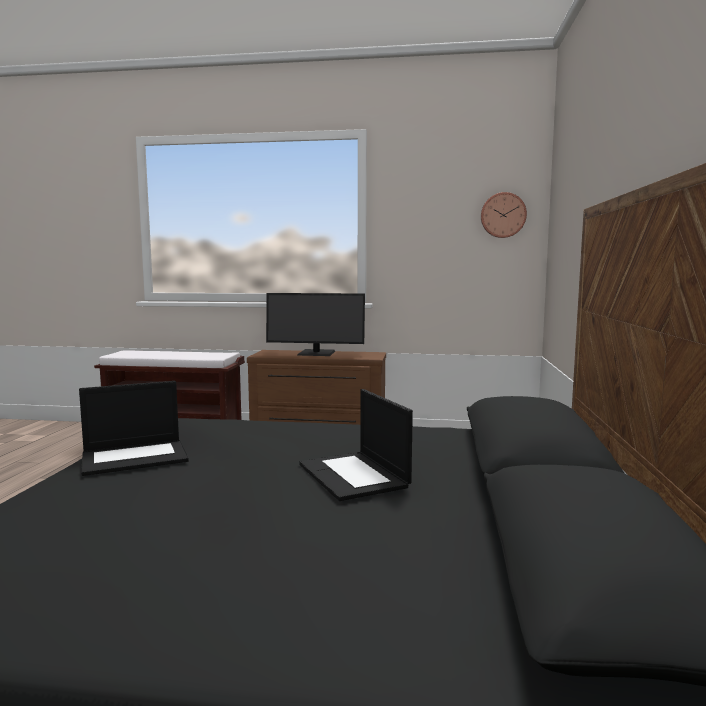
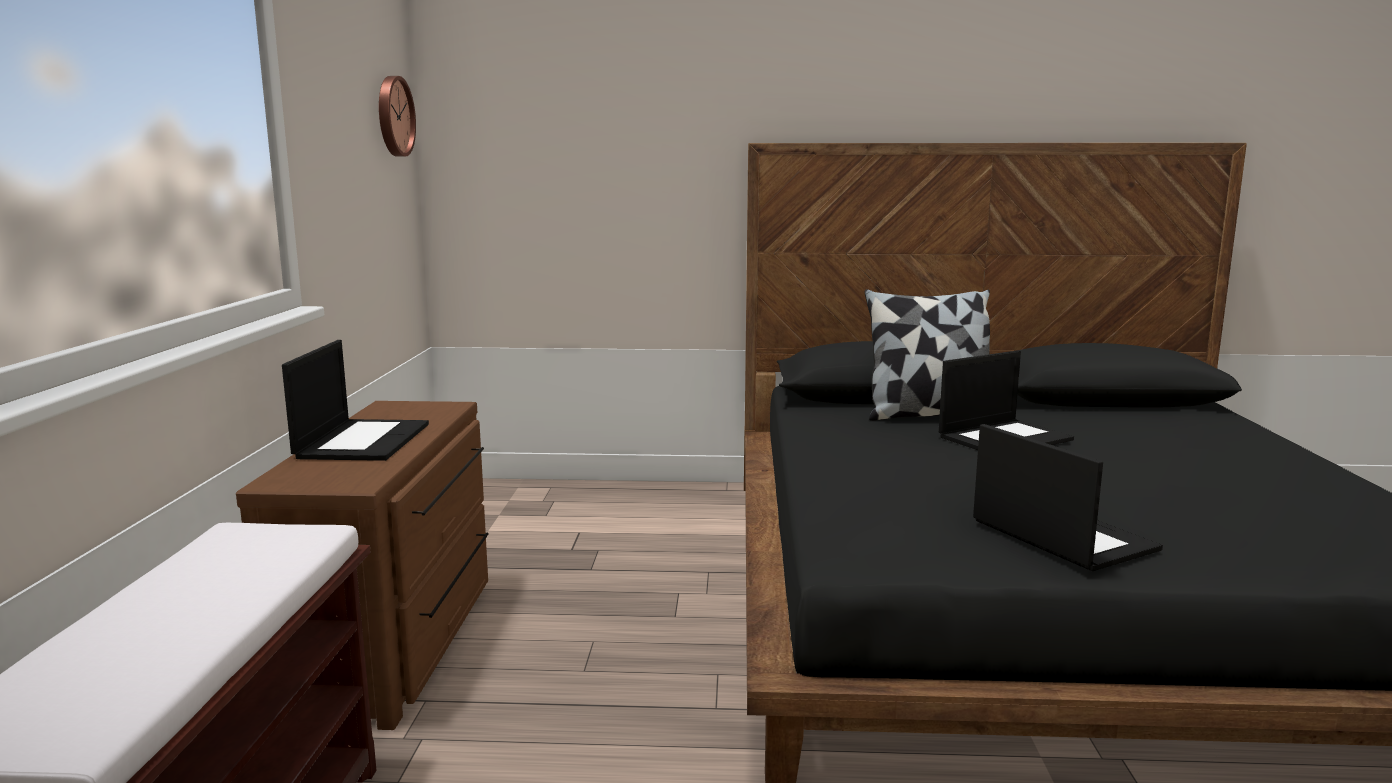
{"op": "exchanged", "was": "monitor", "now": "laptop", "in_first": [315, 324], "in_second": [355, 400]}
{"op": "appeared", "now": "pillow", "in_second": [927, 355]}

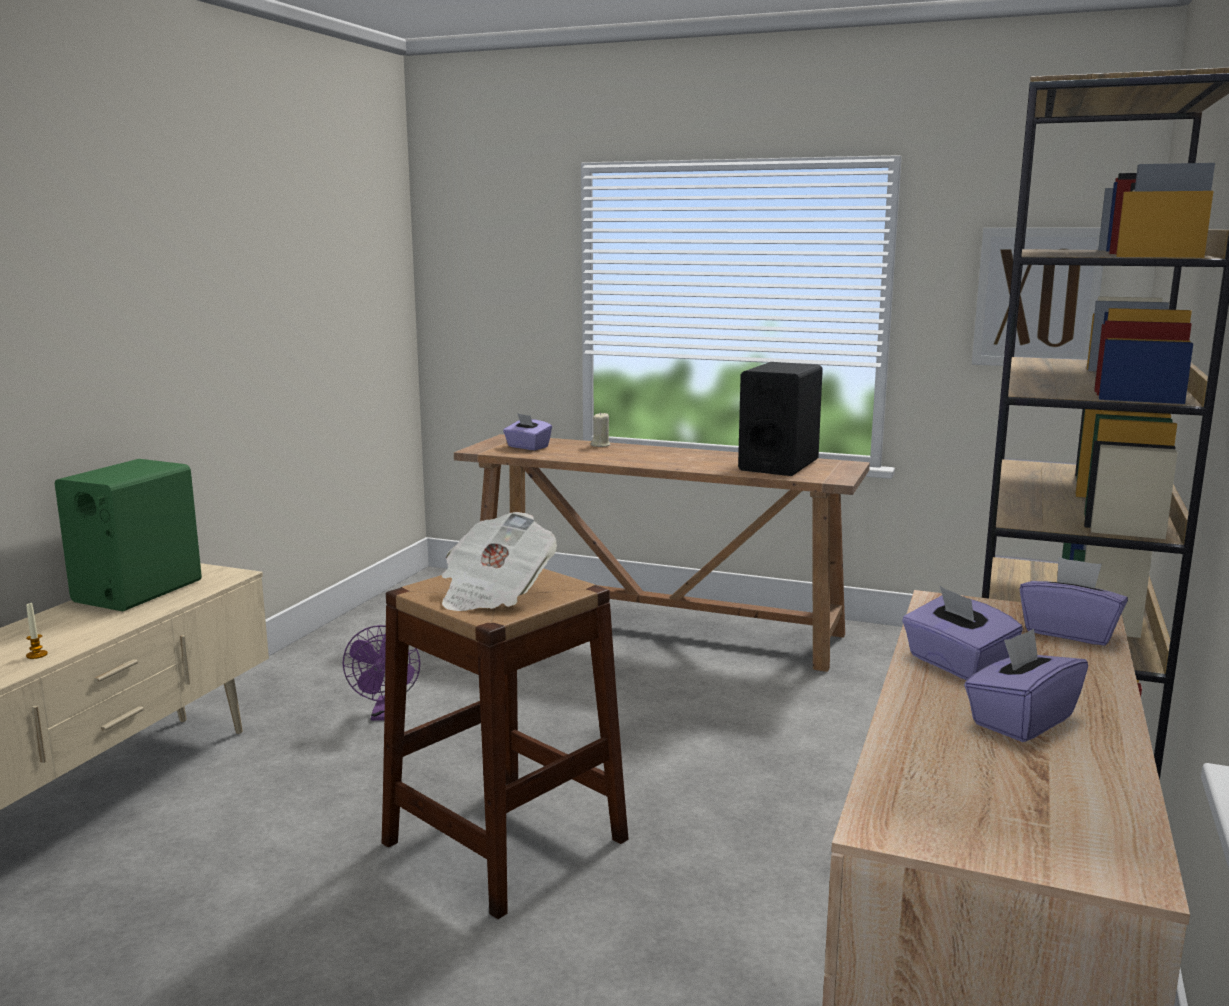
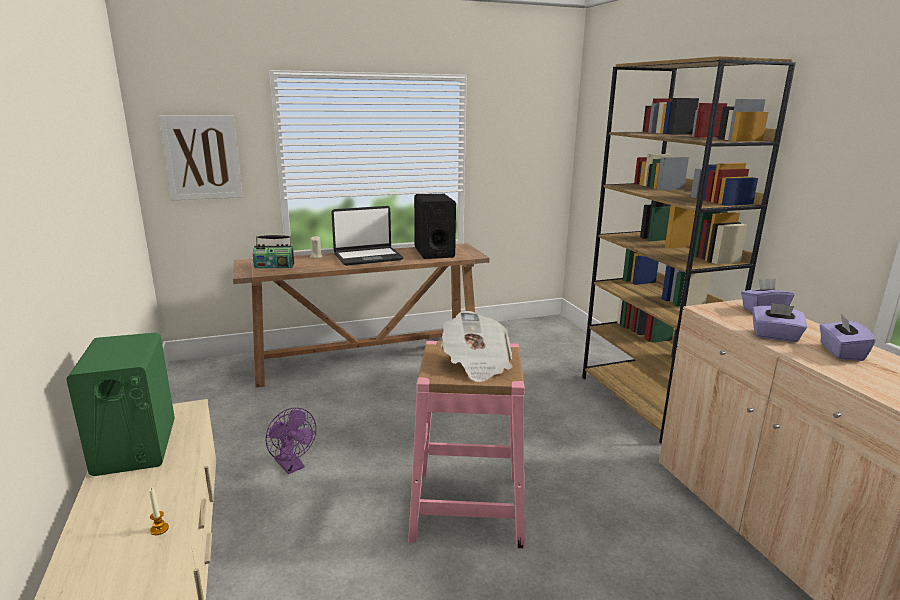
{"op": "relocated", "was": "picture", "in_first": [1037, 296], "in_second": [201, 157]}
{"op": "exchanged", "was": "tissue box in purple", "now": "radio", "in_first": [527, 431], "in_second": [273, 251]}
{"op": "appeared", "now": "laptop", "in_second": [367, 236]}
{"op": "colour", "was": "stool in brown", "now": "stool in pink", "in_first": [505, 743], "in_second": [466, 444]}

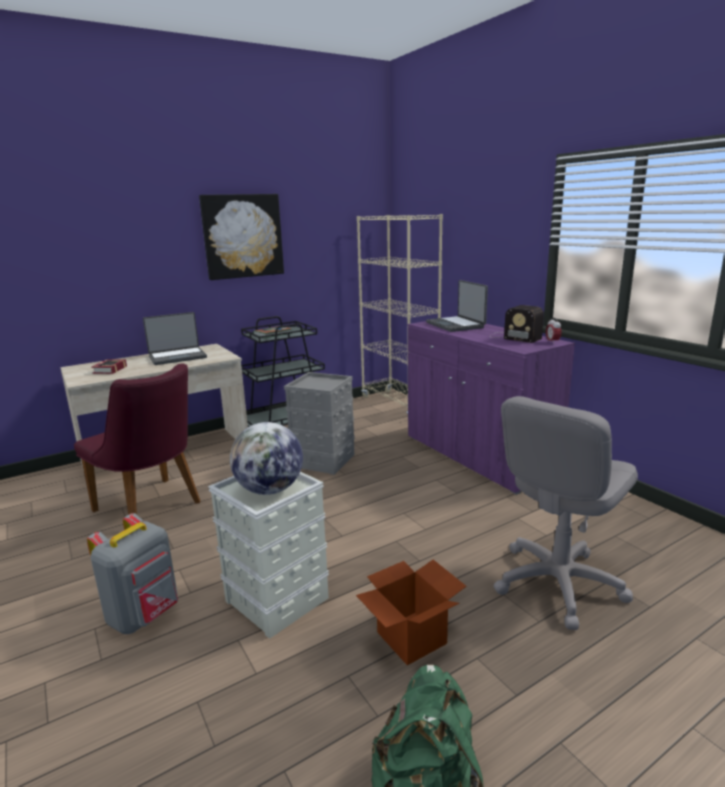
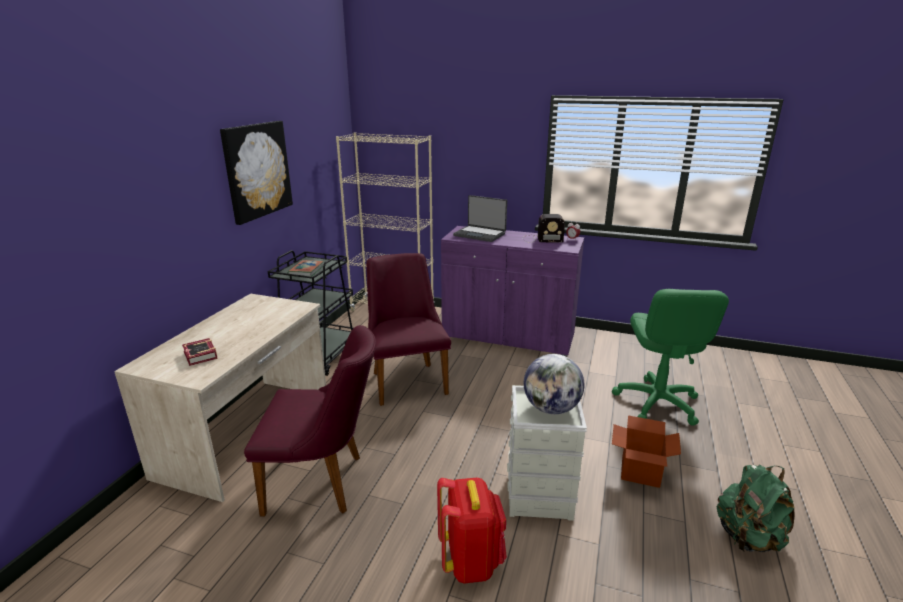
{"op": "exchanged", "was": "storage box in grey", "now": "chair in purple", "in_first": [319, 423], "in_second": [408, 329]}
{"op": "colour", "was": "backpack in grey", "now": "backpack in red", "in_first": [132, 573], "in_second": [472, 531]}
{"op": "colour", "was": "office chair in grey", "now": "office chair in green", "in_first": [566, 513], "in_second": [670, 357]}
{"op": "missing", "was": "laptop", "in_first": [175, 338]}

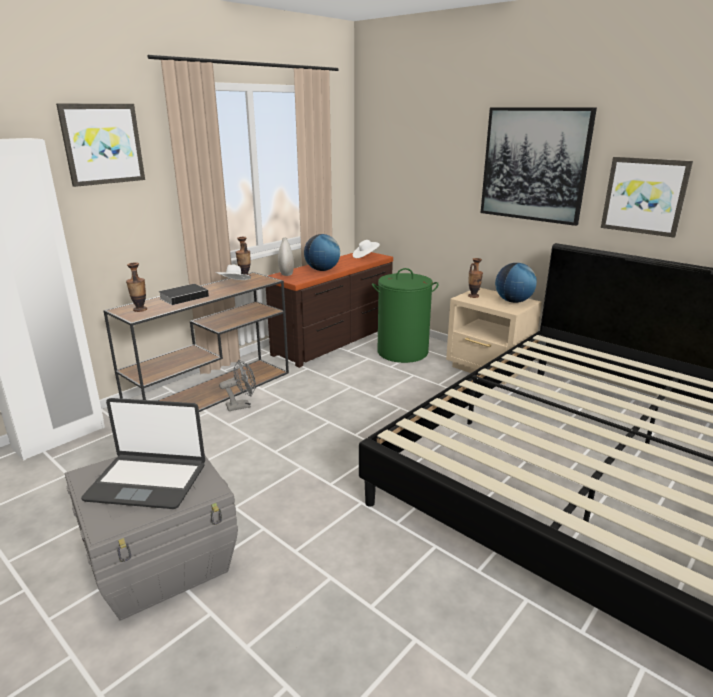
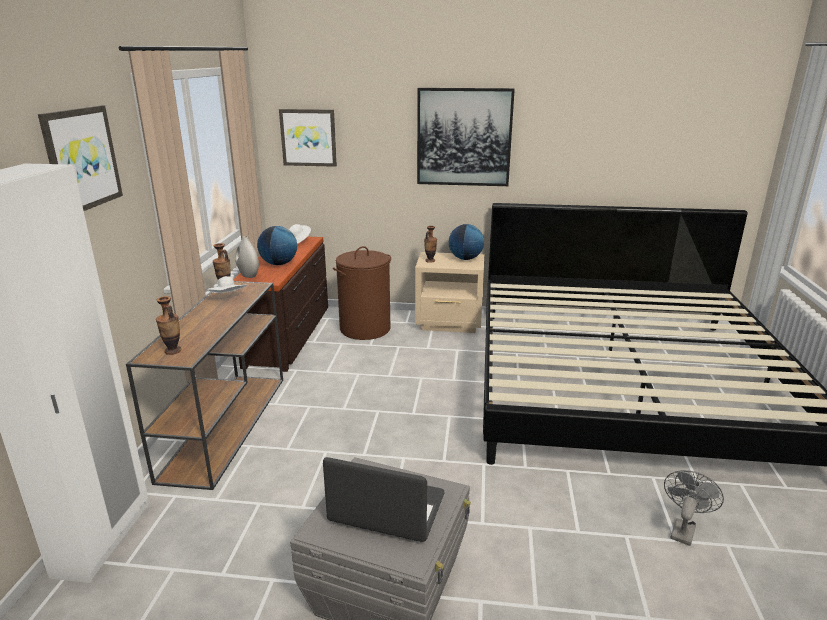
{"op": "relocated", "was": "picture", "in_first": [647, 197], "in_second": [308, 138]}
{"op": "spun", "was": "laptop", "in_first": [143, 453], "in_second": [384, 499], "clockwise": -135}
{"op": "colour", "was": "laundry basket in green", "now": "laundry basket in brown", "in_first": [405, 315], "in_second": [362, 293]}
{"op": "relocated", "was": "fan in grey", "in_first": [237, 385], "in_second": [694, 508]}
{"op": "missing", "was": "book", "in_first": [184, 294]}

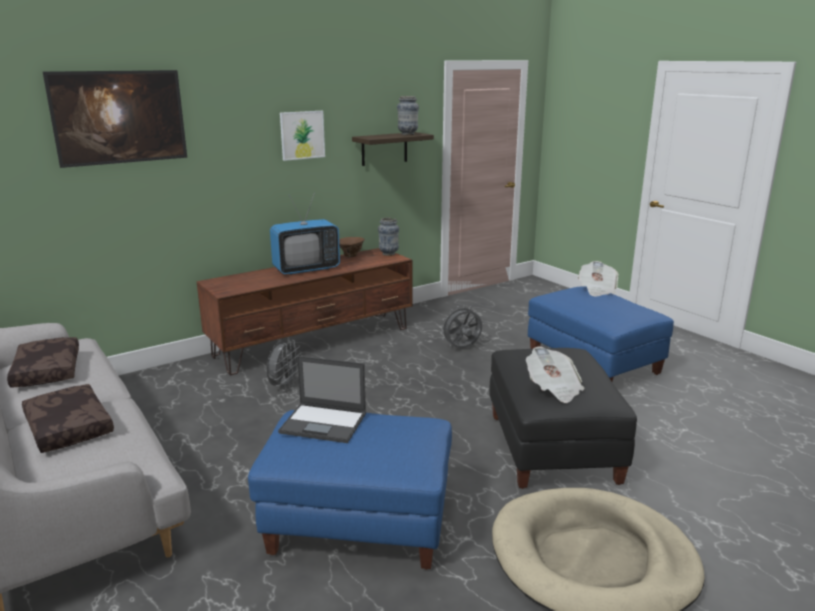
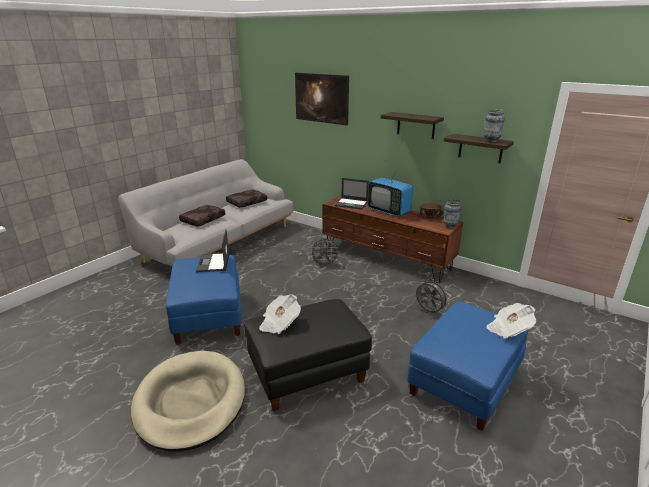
{"op": "appeared", "now": "laptop", "in_second": [352, 194]}
{"op": "exchanged", "was": "picture", "now": "shelf", "in_first": [302, 136], "in_second": [412, 125]}

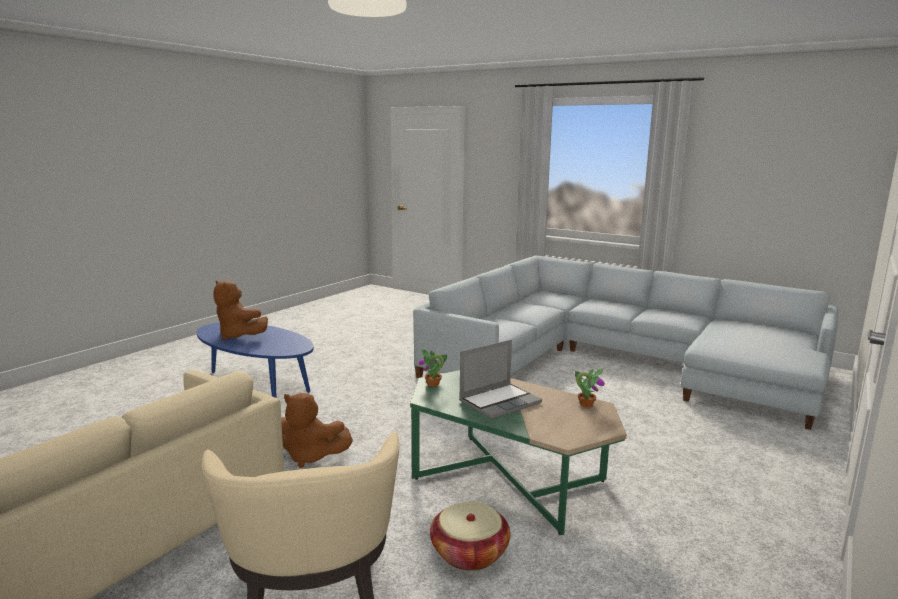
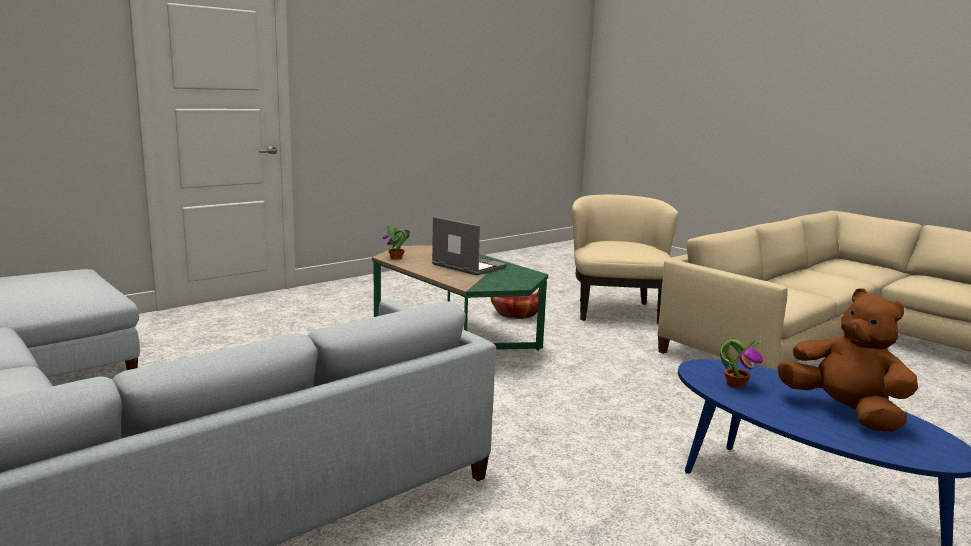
{"op": "spun", "was": "laptop", "in_first": [500, 379], "in_second": [469, 246], "clockwise": 60}
{"op": "relocated", "was": "potted plant", "in_first": [433, 367], "in_second": [741, 363]}
{"op": "missing", "was": "plush toy in brown", "in_first": [317, 430]}

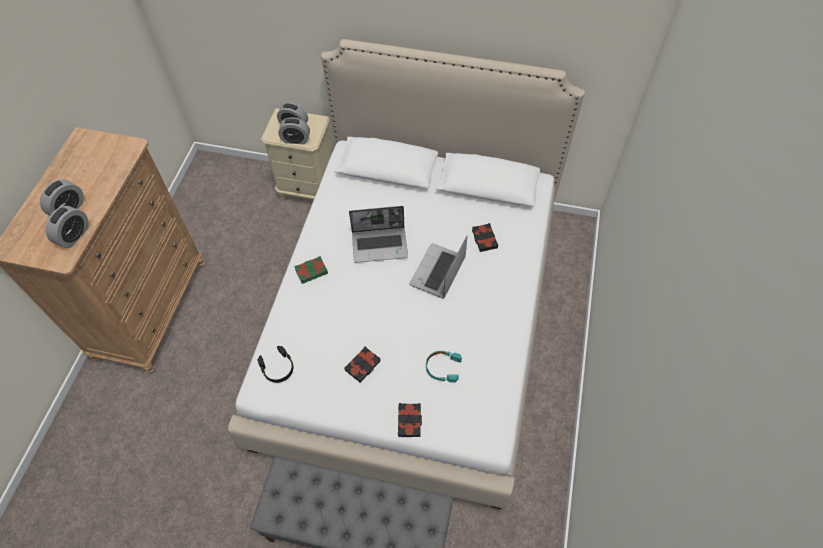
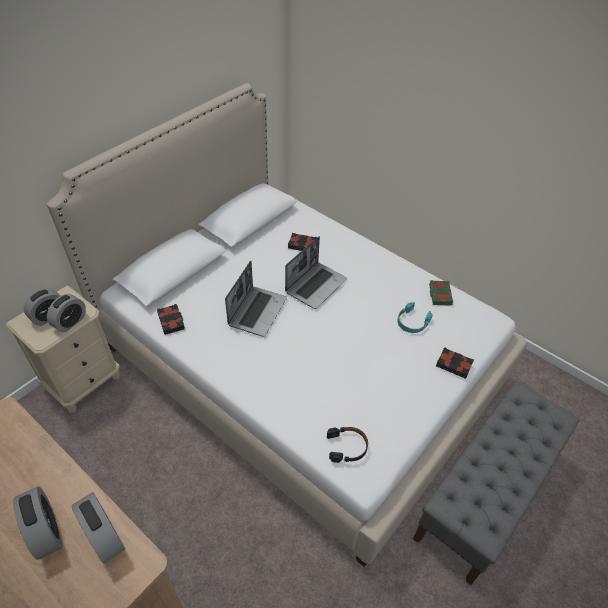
{"op": "relocated", "was": "book in black", "in_first": [362, 364], "in_second": [171, 319]}
{"op": "spun", "was": "laptop", "in_first": [438, 266], "in_second": [316, 272], "clockwise": -105}
{"op": "relocated", "was": "book in green", "in_first": [311, 270], "in_second": [441, 293]}

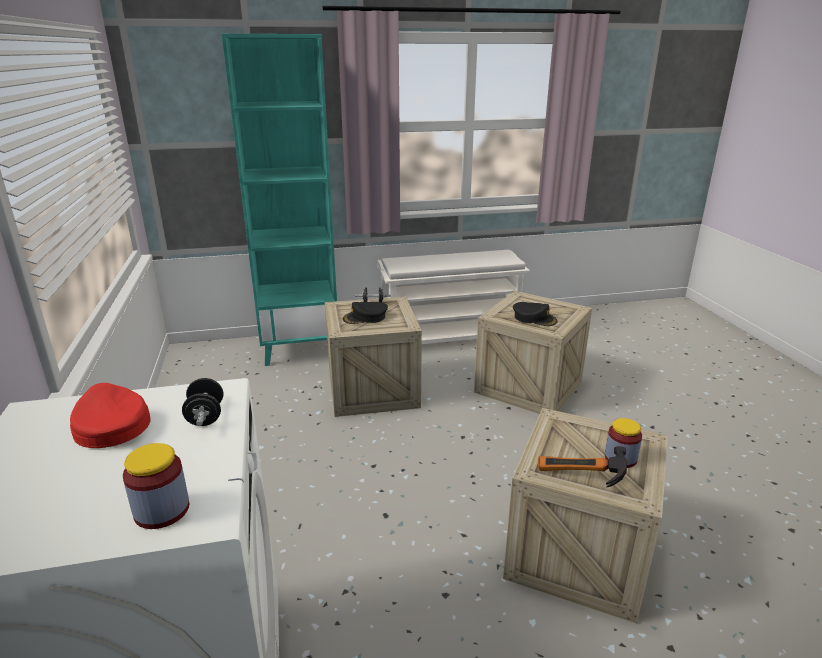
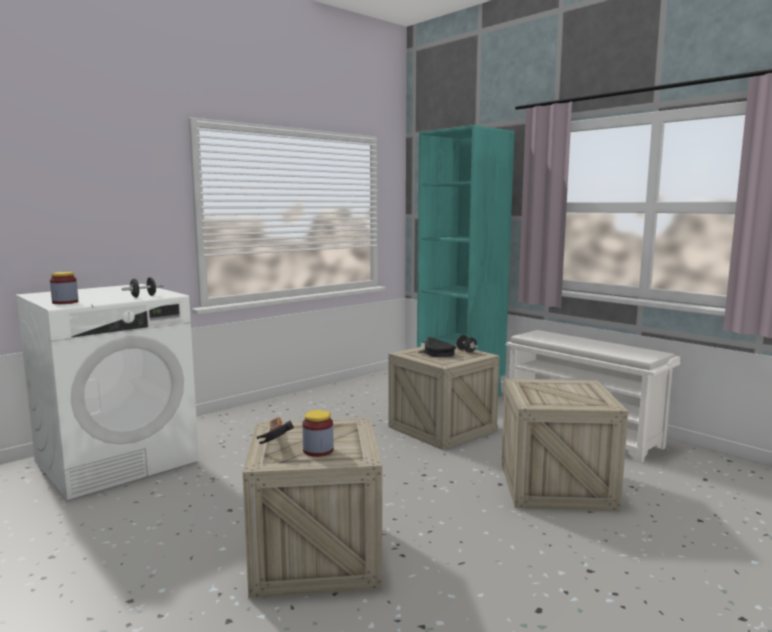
{"op": "missing", "was": "cap in red", "in_first": [110, 415]}
{"op": "missing", "was": "cap in black", "in_first": [535, 314]}

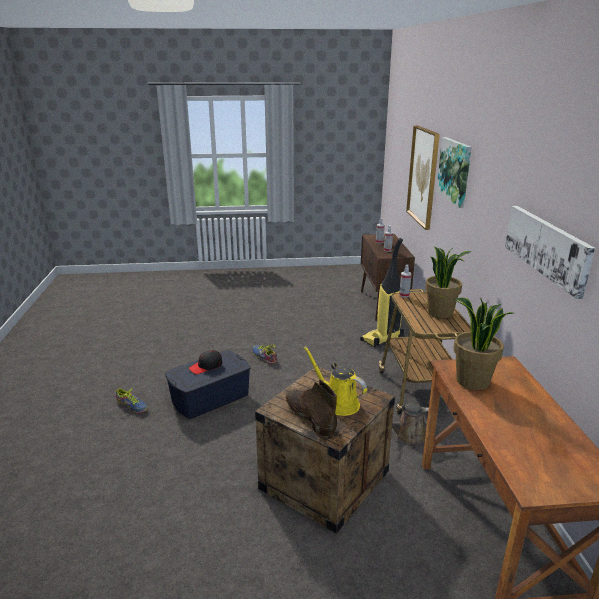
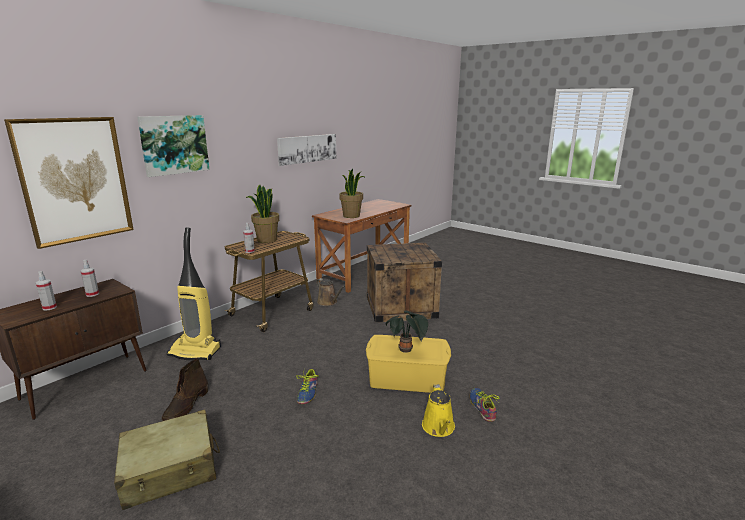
{"op": "appeared", "now": "suitcase in beige", "in_second": [167, 460]}
{"op": "relocated", "was": "boot in brown", "in_first": [311, 408], "in_second": [185, 389]}
{"op": "colour", "was": "storage box in blue", "now": "storage box in yellow", "in_first": [207, 384], "in_second": [408, 364]}
{"op": "exchanged", "was": "cap in black", "now": "potted plant", "in_first": [205, 362], "in_second": [407, 331]}
{"op": "relocated", "was": "watering can in yellow", "in_first": [335, 381], "in_second": [438, 410]}

